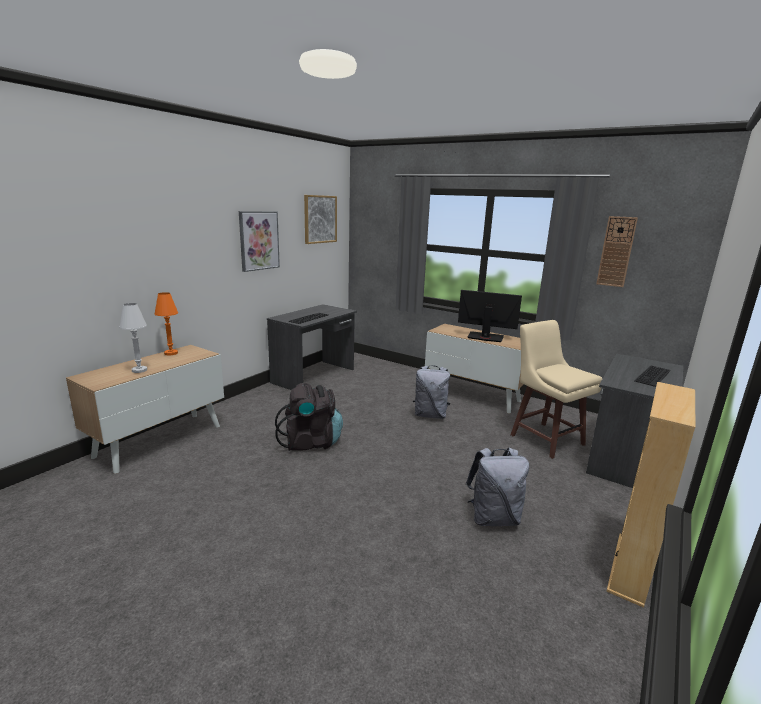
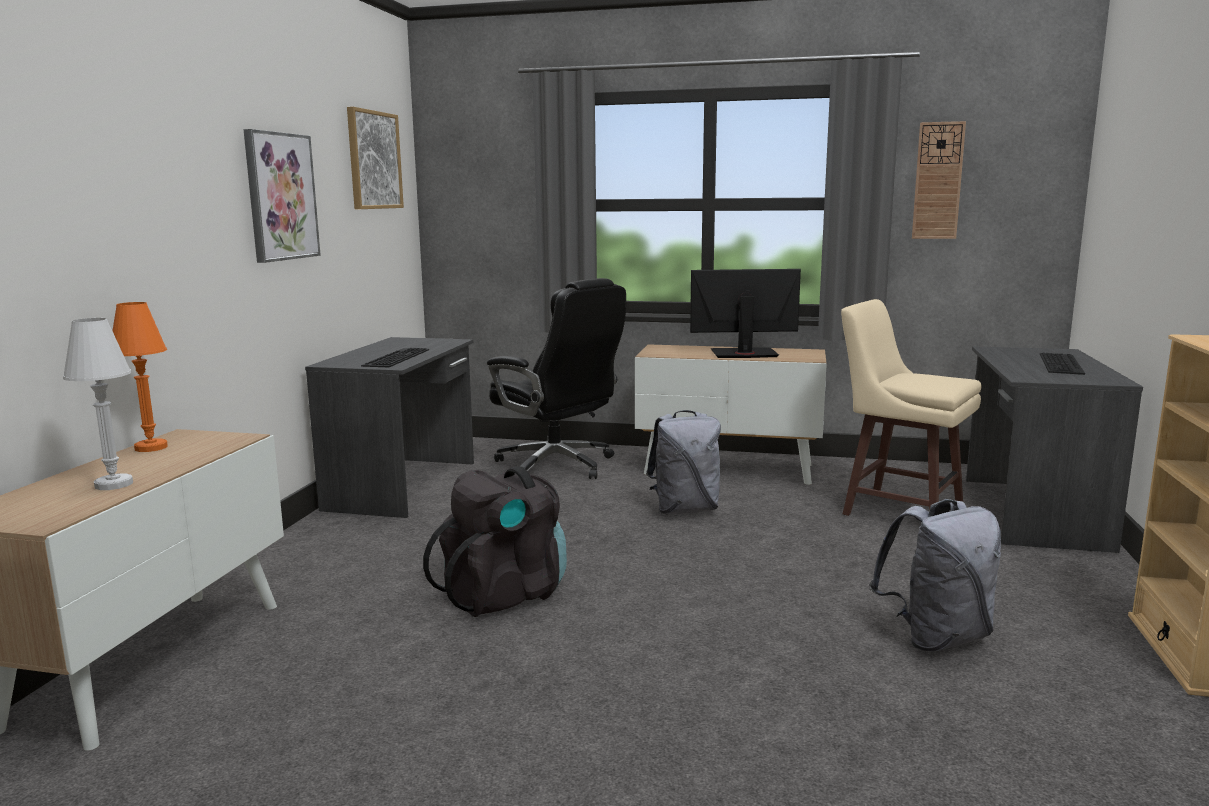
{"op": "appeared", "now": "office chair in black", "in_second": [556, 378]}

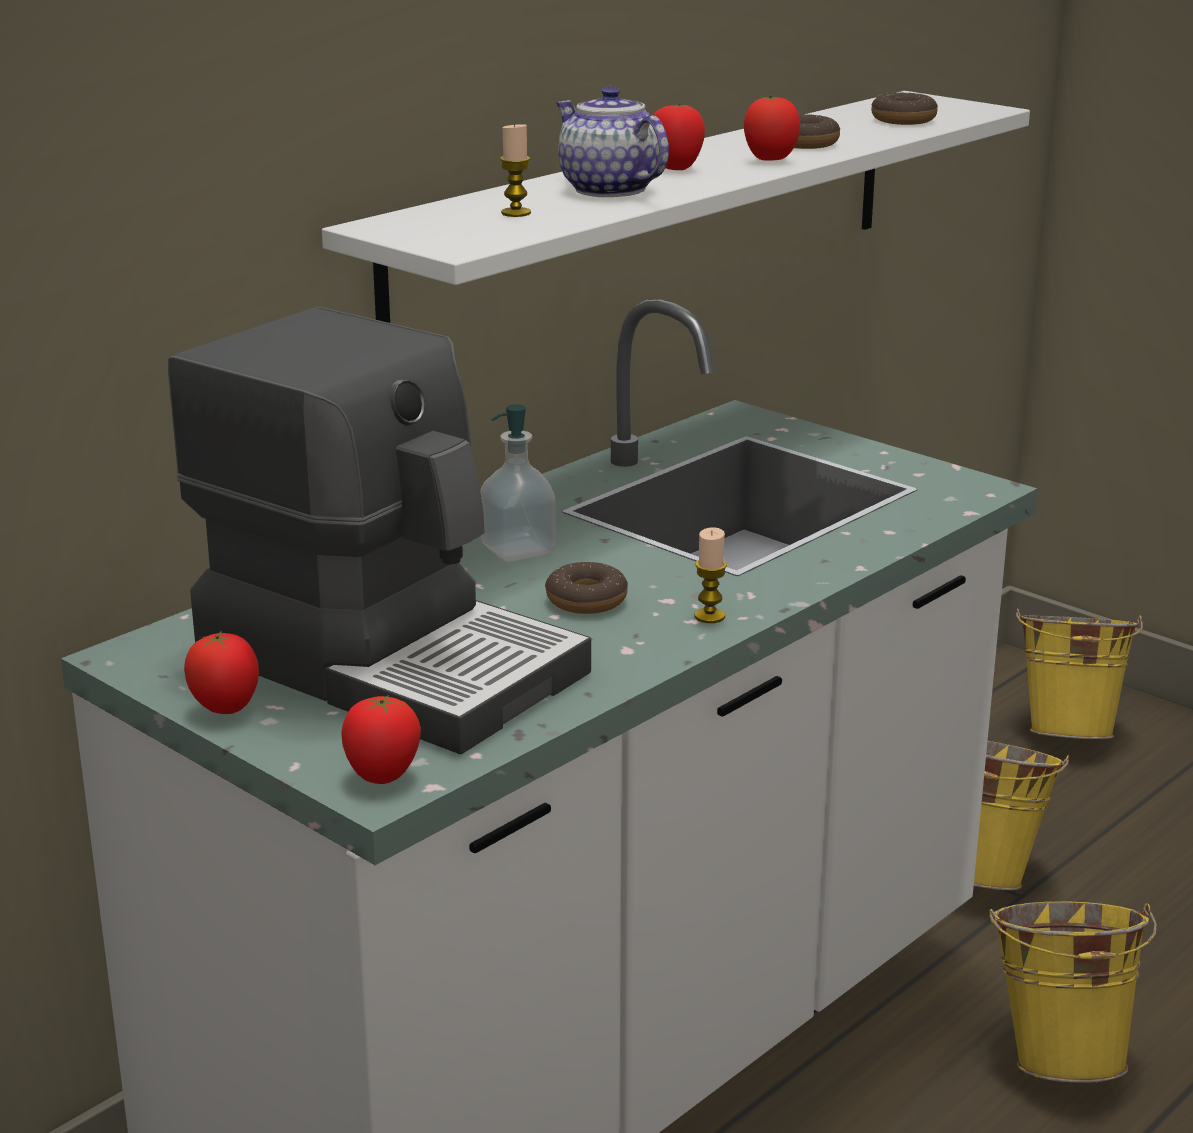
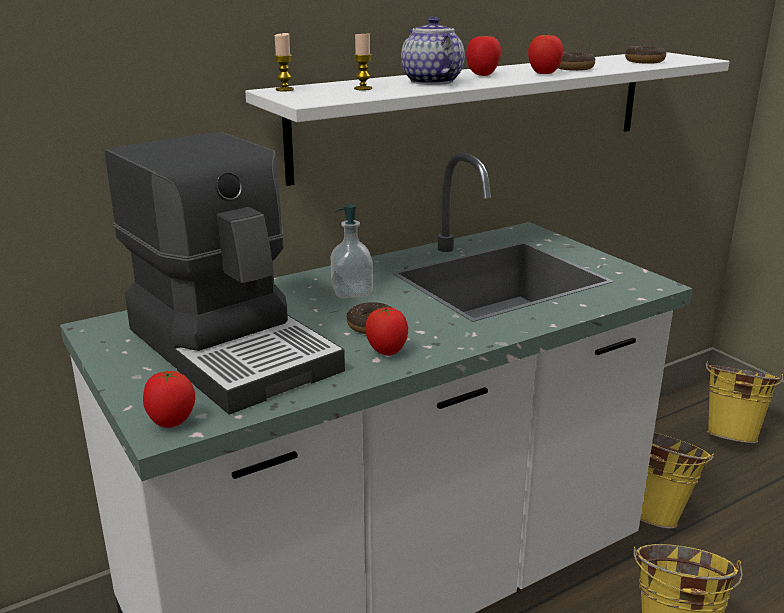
{"op": "relocated", "was": "candle", "in_first": [710, 575], "in_second": [284, 62]}
{"op": "relocated", "was": "tomato", "in_first": [221, 672], "in_second": [386, 330]}

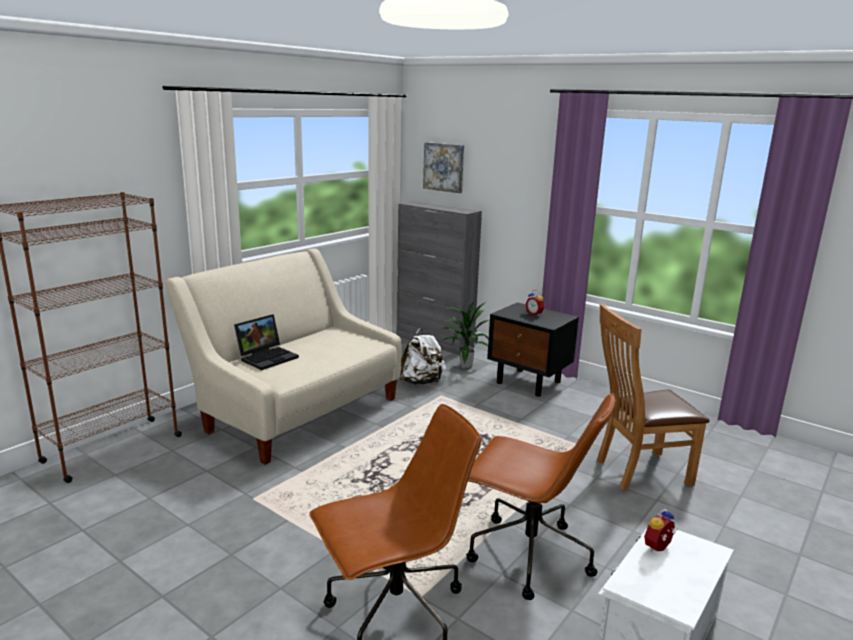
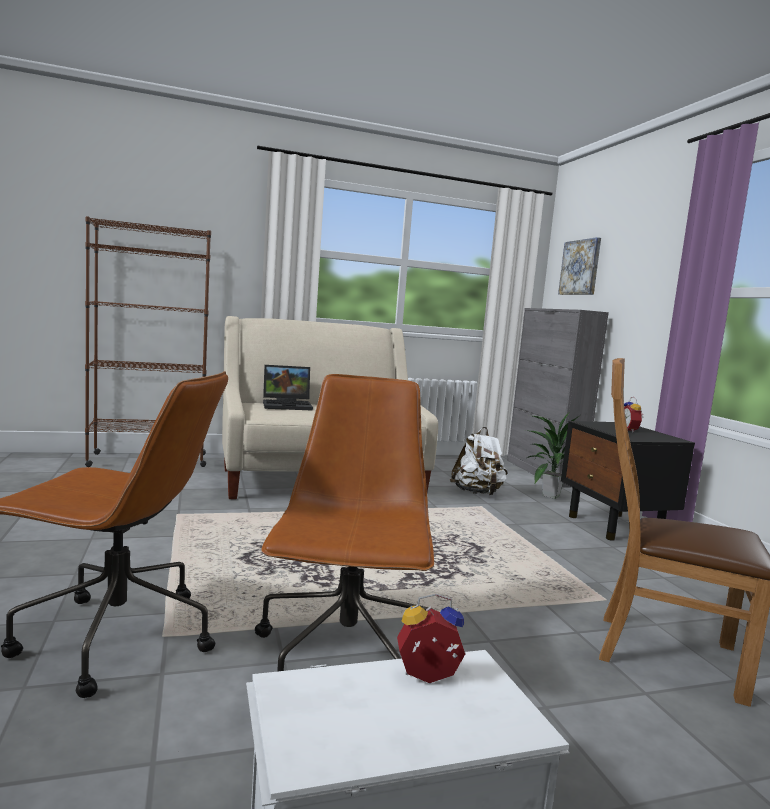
{"op": "spun", "was": "office chair in brown", "in_first": [541, 496], "in_second": [344, 523], "clockwise": -150}

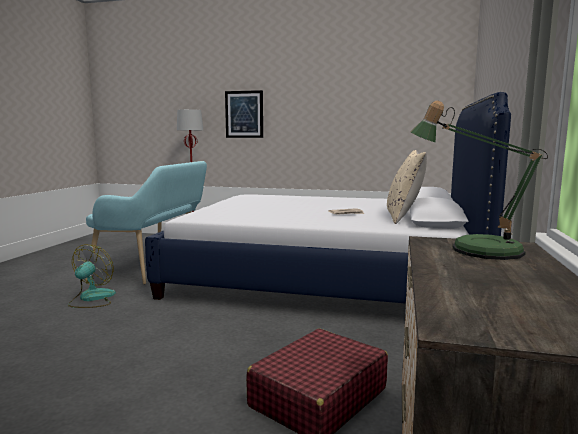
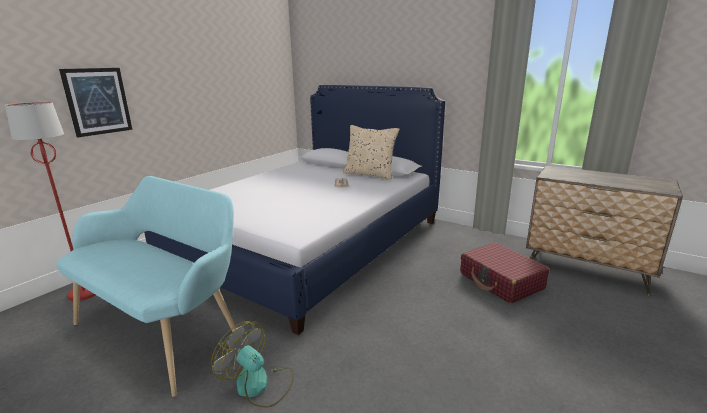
{"op": "missing", "was": "table lamp", "in_first": [479, 180]}

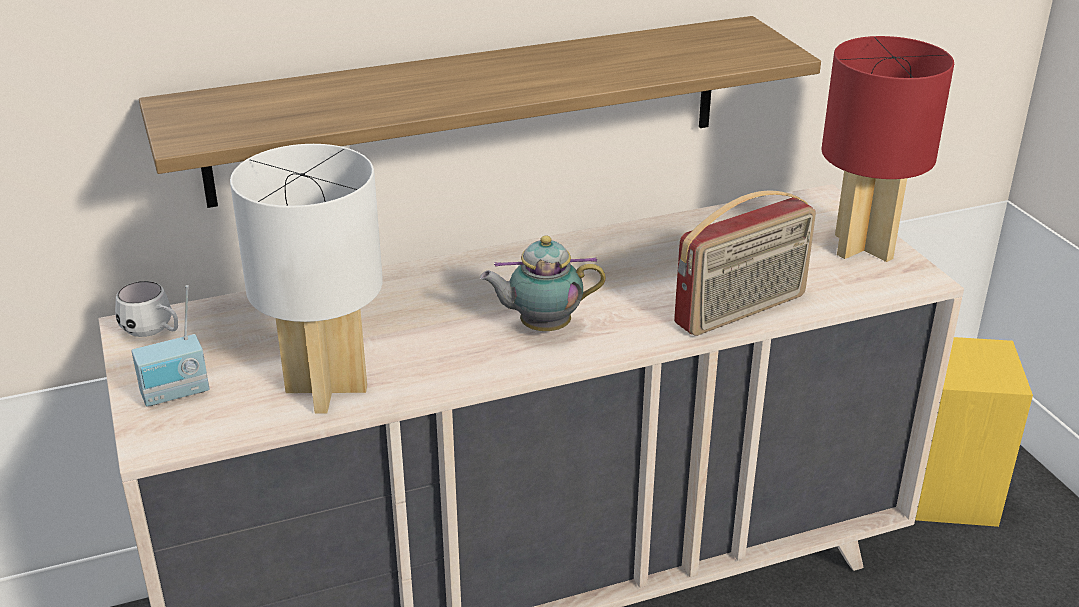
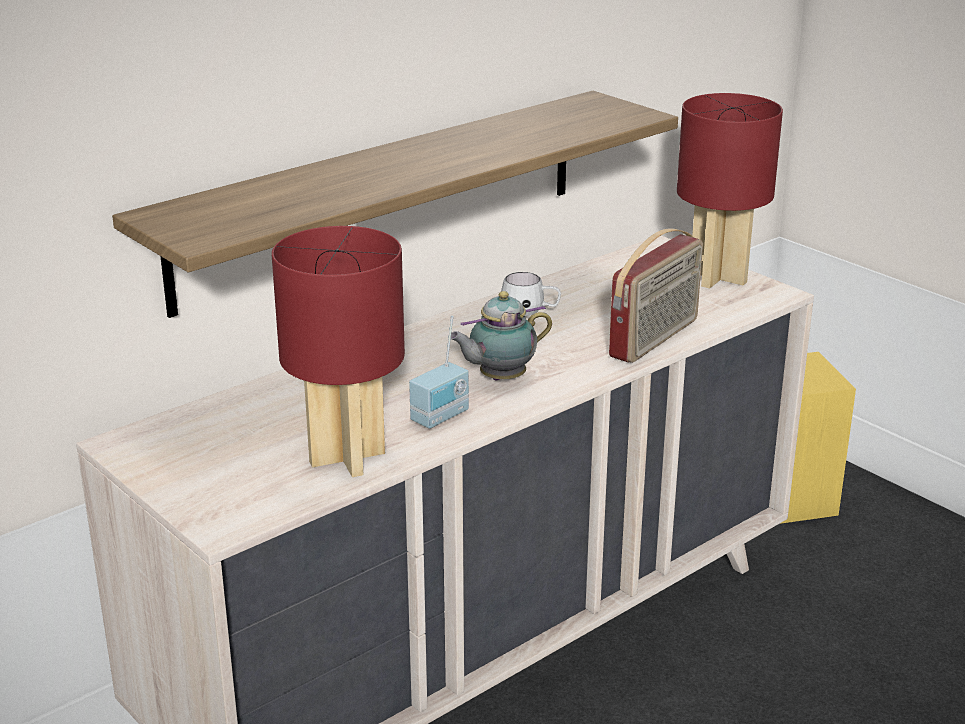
{"op": "colour", "was": "table lamp in white", "now": "table lamp in red", "in_first": [306, 278], "in_second": [338, 351]}
{"op": "relocated", "was": "radio", "in_first": [170, 345], "in_second": [439, 372]}
{"op": "relocated", "was": "mug in white", "in_first": [146, 309], "in_second": [531, 294]}

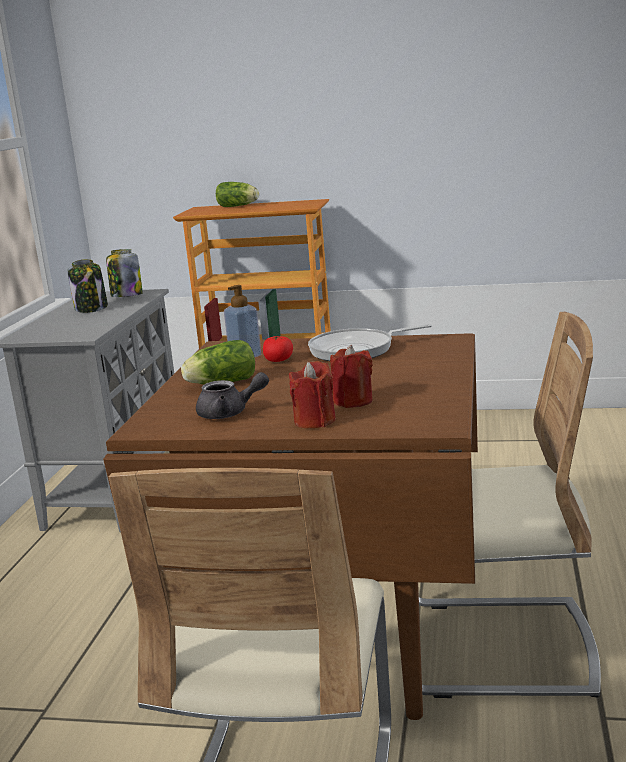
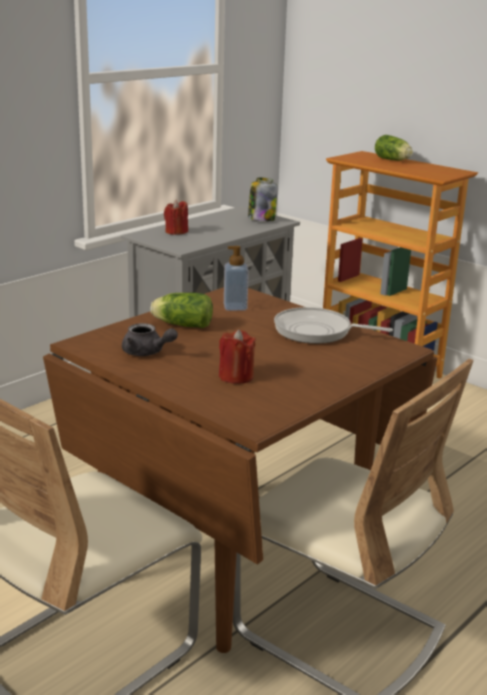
{"op": "relocated", "was": "candle in red", "in_first": [312, 394], "in_second": [176, 217]}
{"op": "missing", "was": "jar", "in_first": [87, 286]}
{"op": "missing", "was": "tomato", "in_first": [278, 349]}

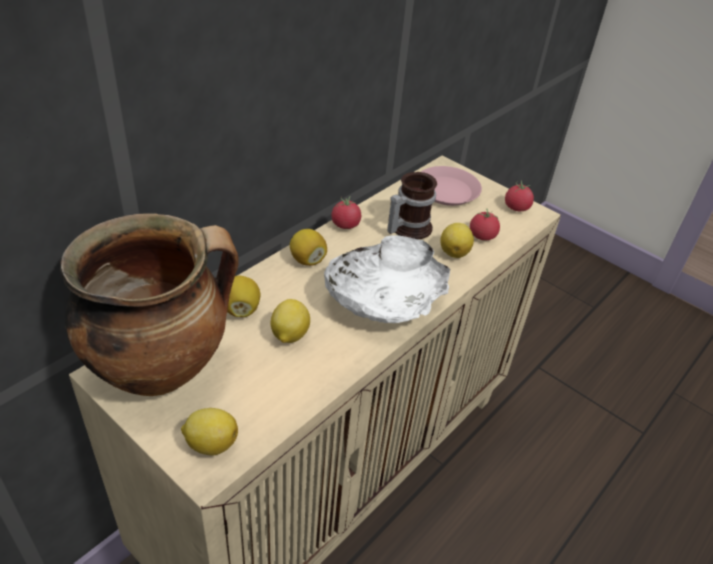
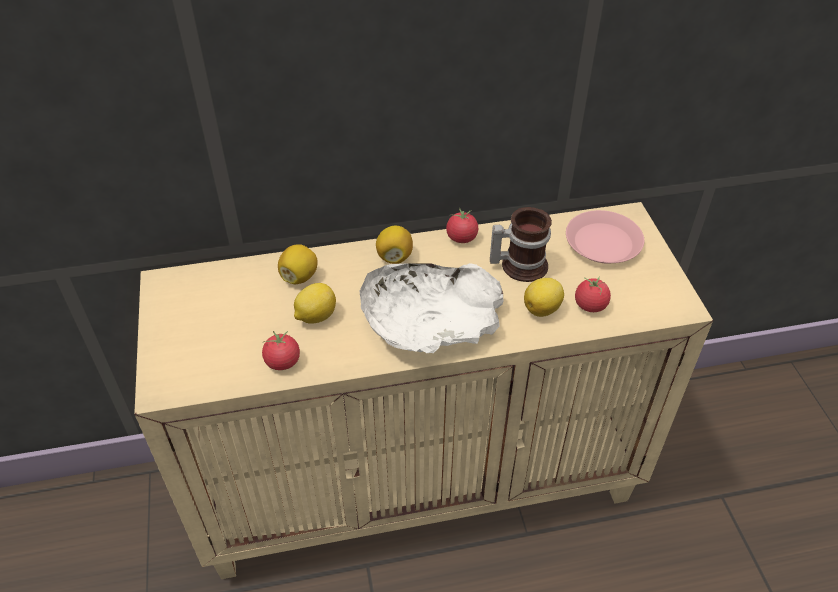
{"op": "relocated", "was": "tomato", "in_first": [519, 195], "in_second": [281, 350]}
{"op": "missing", "was": "cooking pot", "in_first": [149, 304]}
{"op": "missing", "was": "lemon", "in_first": [209, 431]}

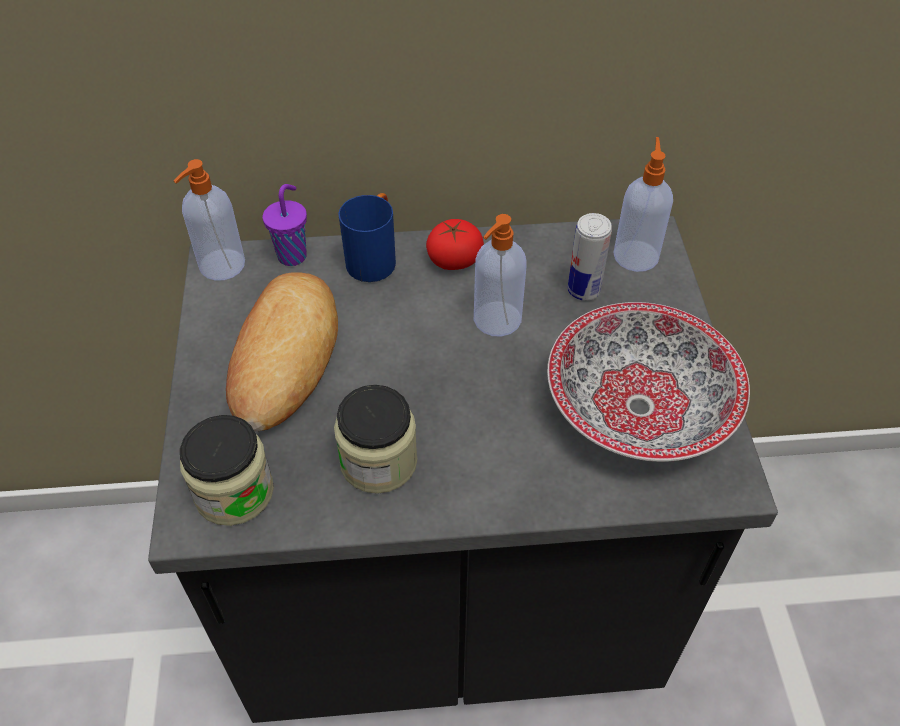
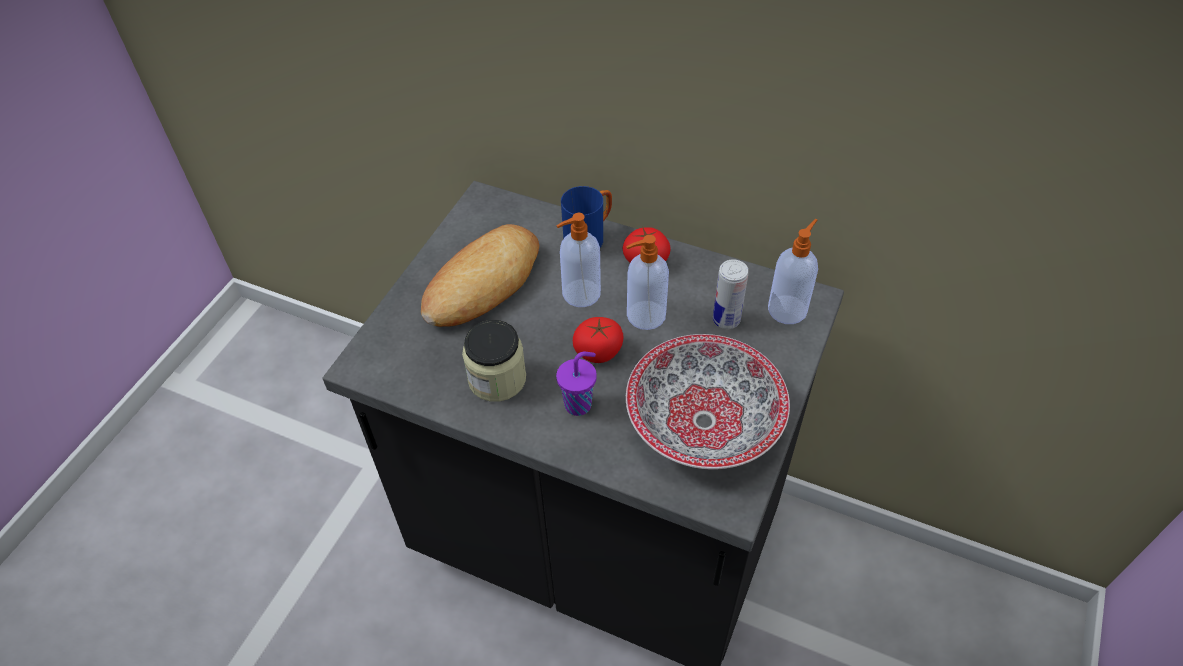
{"op": "relocated", "was": "soap dispenser", "in_first": [209, 220], "in_second": [578, 260]}
{"op": "relocated", "was": "cup in purple", "in_first": [285, 225], "in_second": [576, 384]}
{"op": "appeared", "now": "tomato", "in_second": [598, 340]}
{"op": "missing", "was": "jar", "in_first": [227, 470]}

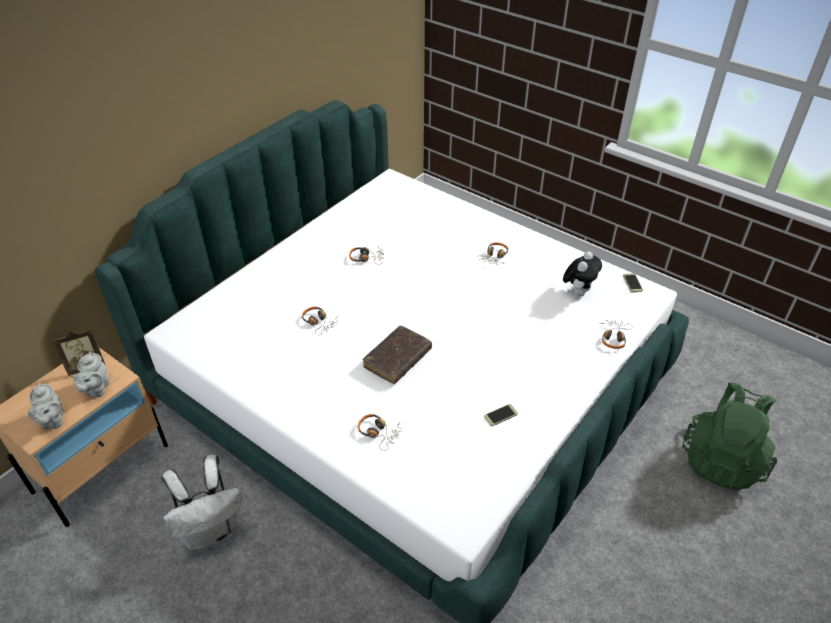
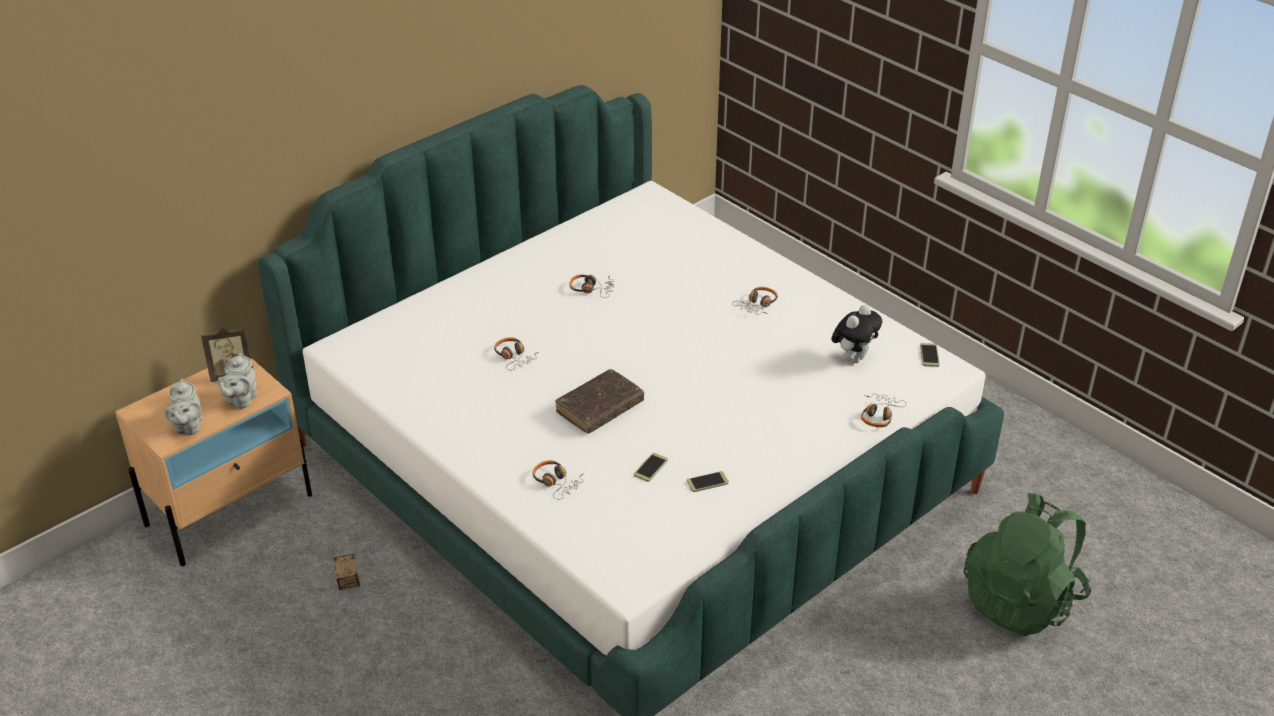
{"op": "exchanged", "was": "backpack in white", "now": "storage box", "in_first": [201, 502], "in_second": [347, 572]}
{"op": "appeared", "now": "phone", "in_second": [651, 467]}

